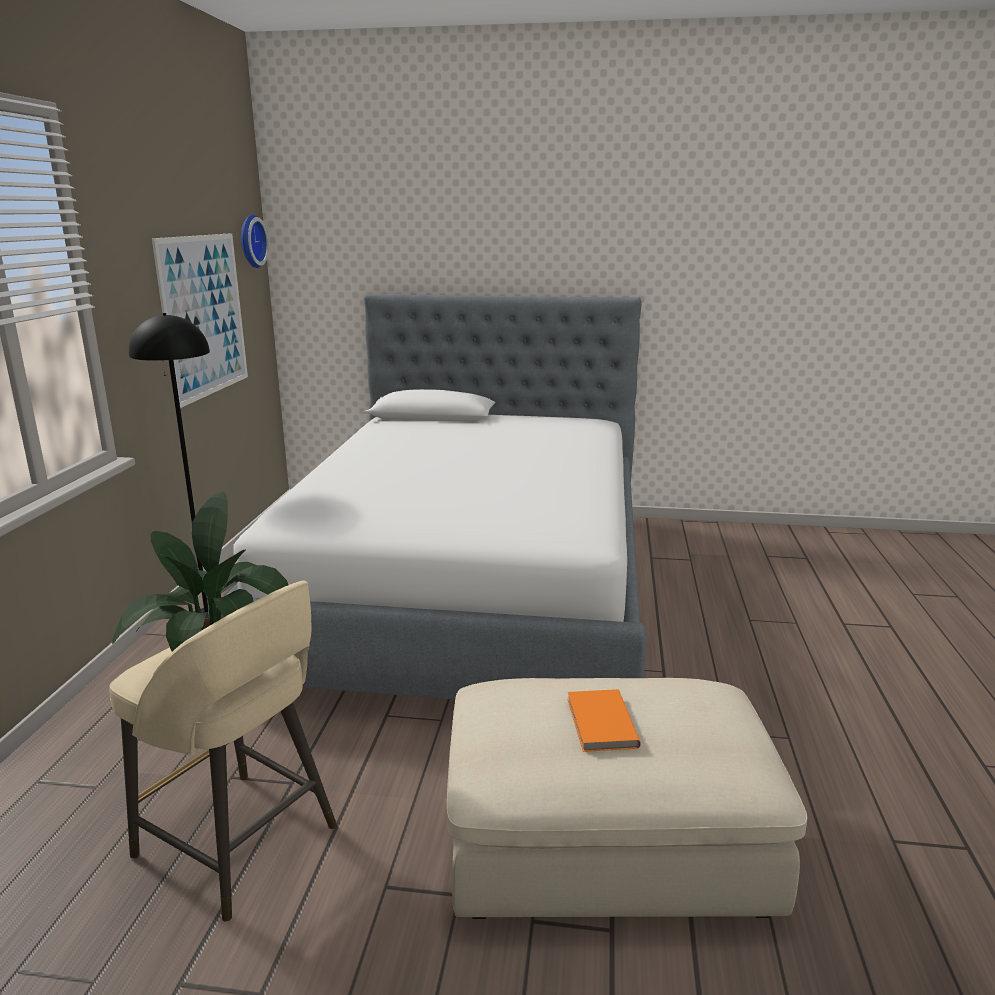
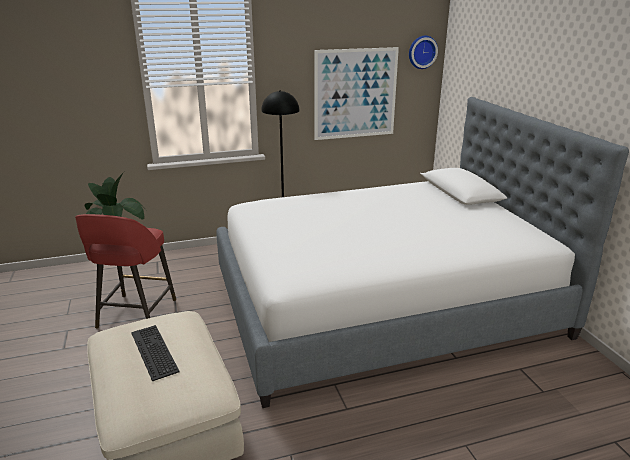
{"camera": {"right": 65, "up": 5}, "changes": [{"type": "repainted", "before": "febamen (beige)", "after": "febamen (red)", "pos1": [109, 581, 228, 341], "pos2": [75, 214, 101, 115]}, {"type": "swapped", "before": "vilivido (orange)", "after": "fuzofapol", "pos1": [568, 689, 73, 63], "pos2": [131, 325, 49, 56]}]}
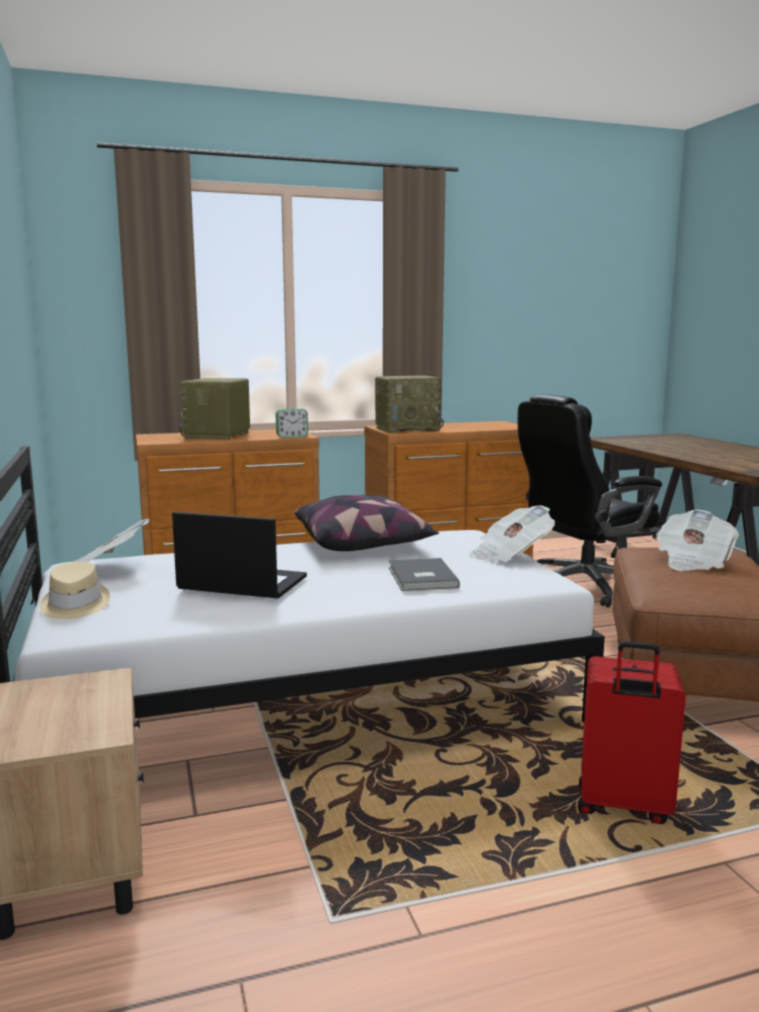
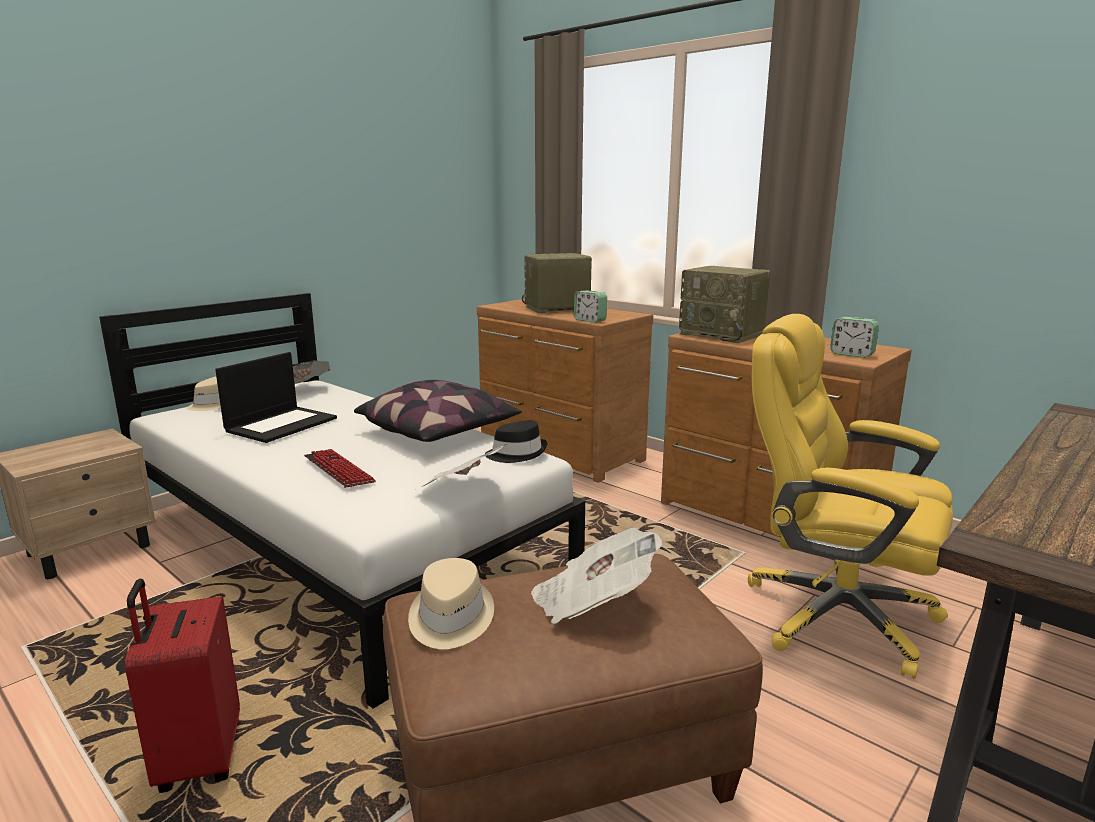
{"camera": {"right": 60, "up": 5}, "changes": [{"type": "rotated", "before": "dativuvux", "pos1": [172, 512, 135, 87], "pos2": [215, 352, 122, 91], "turn": 45}, {"type": "swapped", "before": "vilivido (grey)", "after": "fuzofapol", "pos1": [389, 558, 71, 33], "pos2": [305, 449, 71, 39]}, {"type": "repainted", "before": "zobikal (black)", "after": "zobikal (yellow)", "pos1": [518, 394, 144, 214], "pos2": [748, 314, 205, 365]}, {"type": "new", "after": "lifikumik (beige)", "pos2": [408, 558, 86, 91]}, {"type": "new", "after": "lifikumik (black)", "pos2": [485, 420, 63, 43]}, {"type": "new", "after": "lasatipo", "pos2": [830, 317, 49, 41]}]}
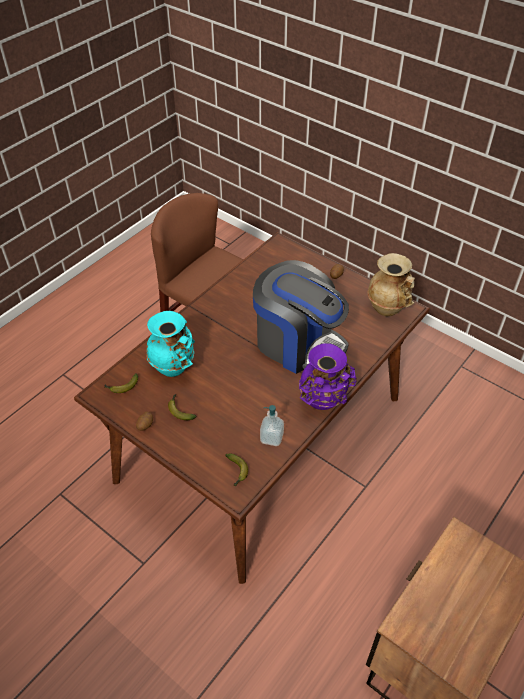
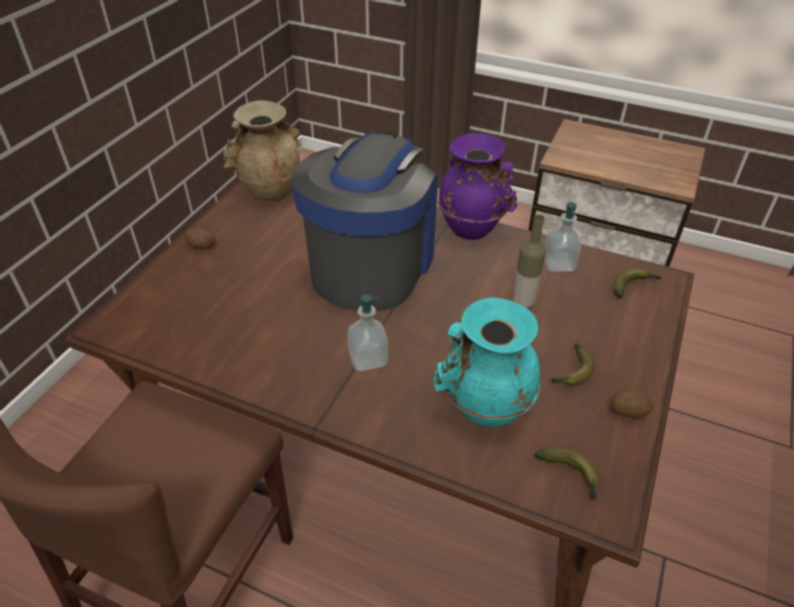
{"camera": {"right": -105, "up": -5}, "changes": [{"type": "new", "after": "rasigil", "pos2": [347, 294, 41, 77]}, {"type": "new", "after": "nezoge", "pos2": [513, 215, 33, 94]}]}
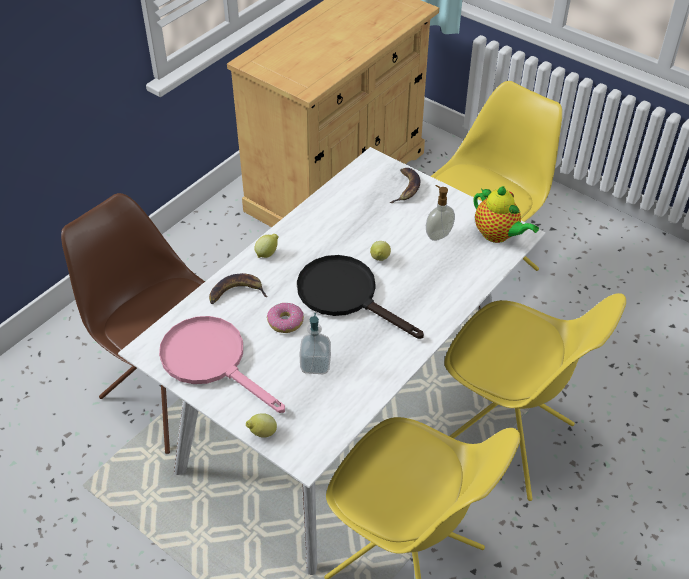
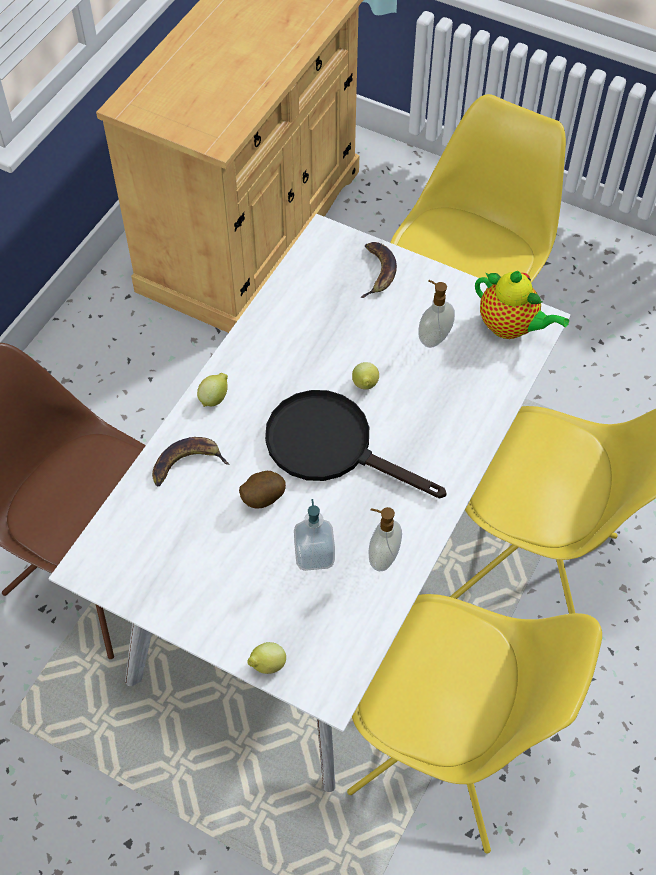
{"camera": {"right": -10, "up": 10}, "changes": [{"type": "gone", "before": "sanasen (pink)", "pos1": [159, 316, 126, 97]}, {"type": "swapped", "before": "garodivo", "after": "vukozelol", "pos1": [267, 303, 37, 30], "pos2": [239, 471, 47, 37]}, {"type": "new", "after": "rasigil", "pos2": [369, 507, 33, 64]}]}
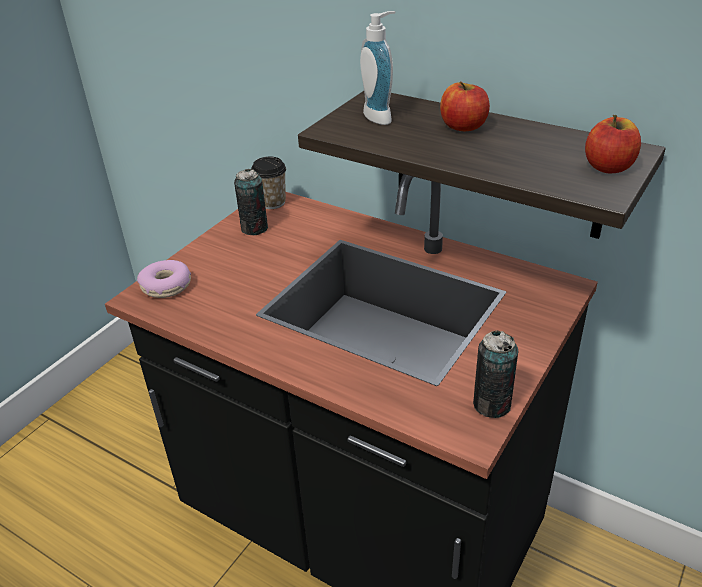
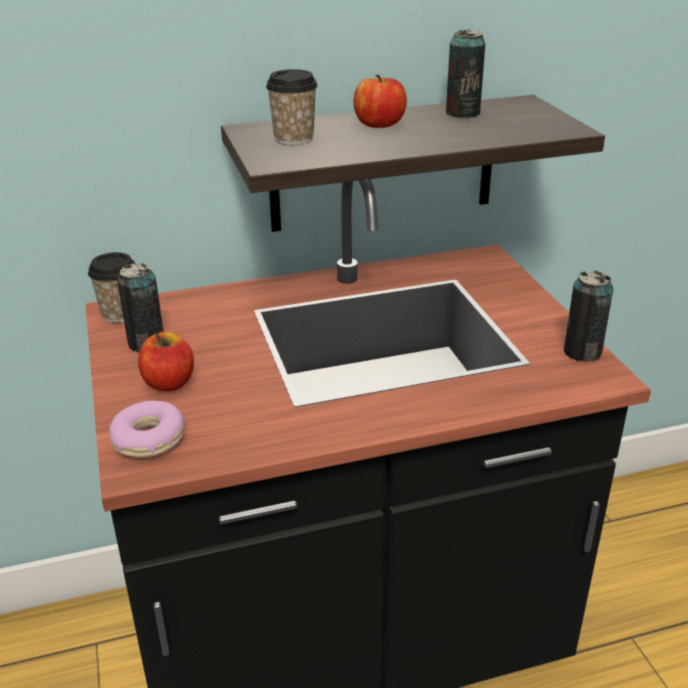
{"camera": {"right": -50, "up": -5}, "changes": [{"type": "swapped", "before": "rasigil", "after": "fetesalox", "pos1": [360, 11, 35, 114], "pos2": [266, 69, 52, 76]}, {"type": "shifted", "before": "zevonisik", "pos1": [585, 115, 56, 58], "pos2": [138, 332, 56, 59]}, {"type": "new", "after": "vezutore", "pos2": [446, 30, 39, 88]}]}
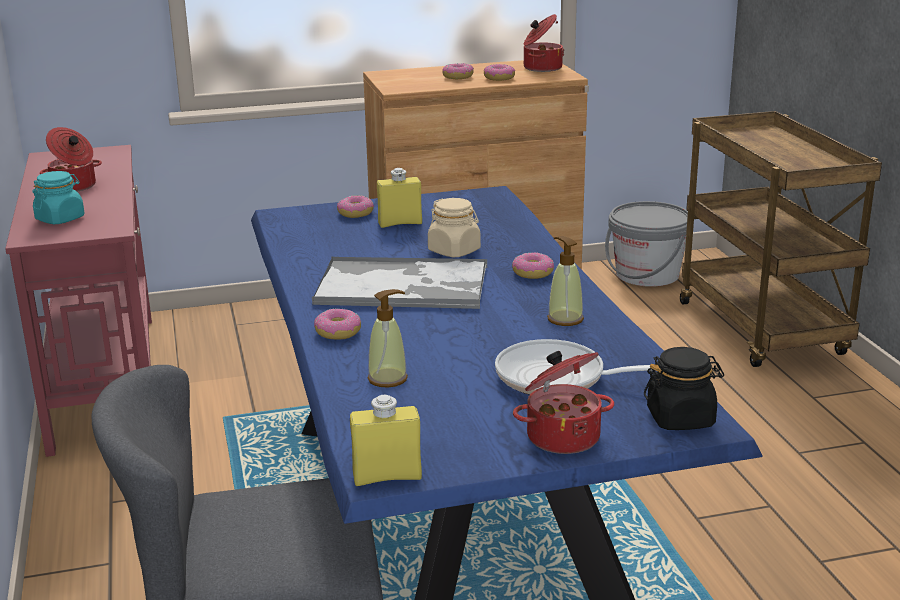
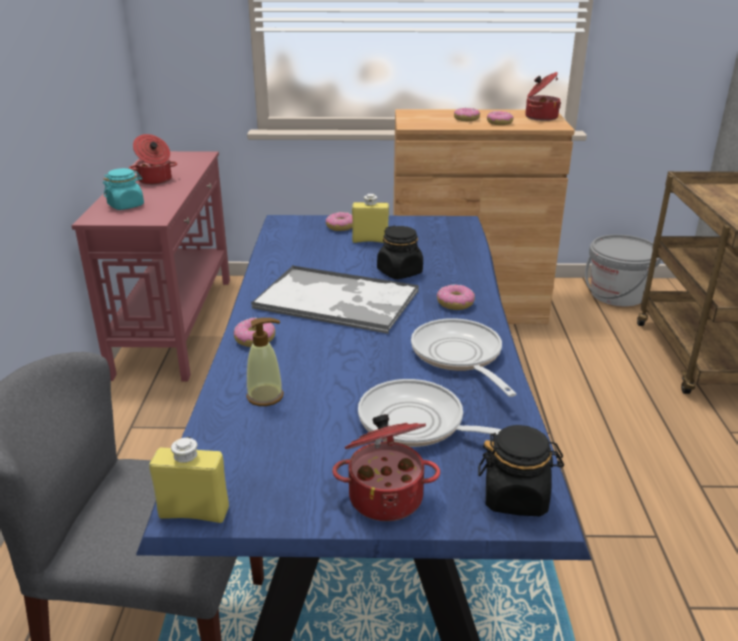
{"camera": {"right": 15, "up": 5}, "changes": [{"type": "repainted", "before": "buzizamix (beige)", "after": "buzizamix (black)", "pos1": [428, 198, 53, 59], "pos2": [377, 226, 46, 53]}, {"type": "swapped", "before": "rasigil", "after": "sanasen", "pos1": [547, 236, 37, 90], "pos2": [411, 318, 105, 79]}]}
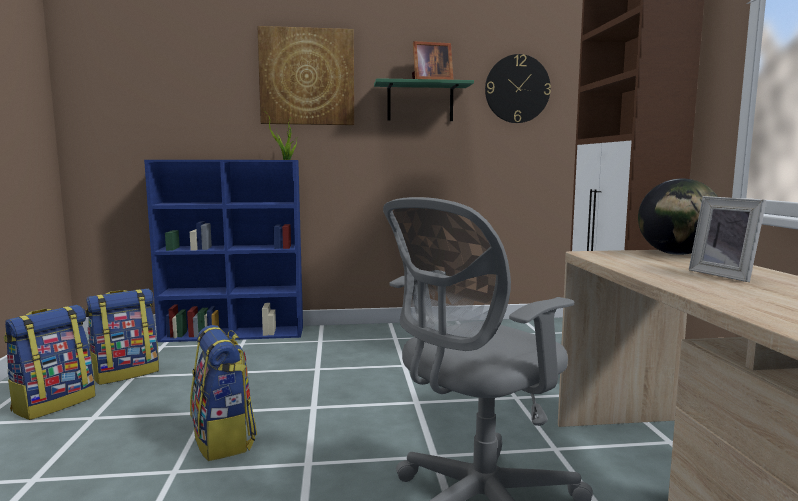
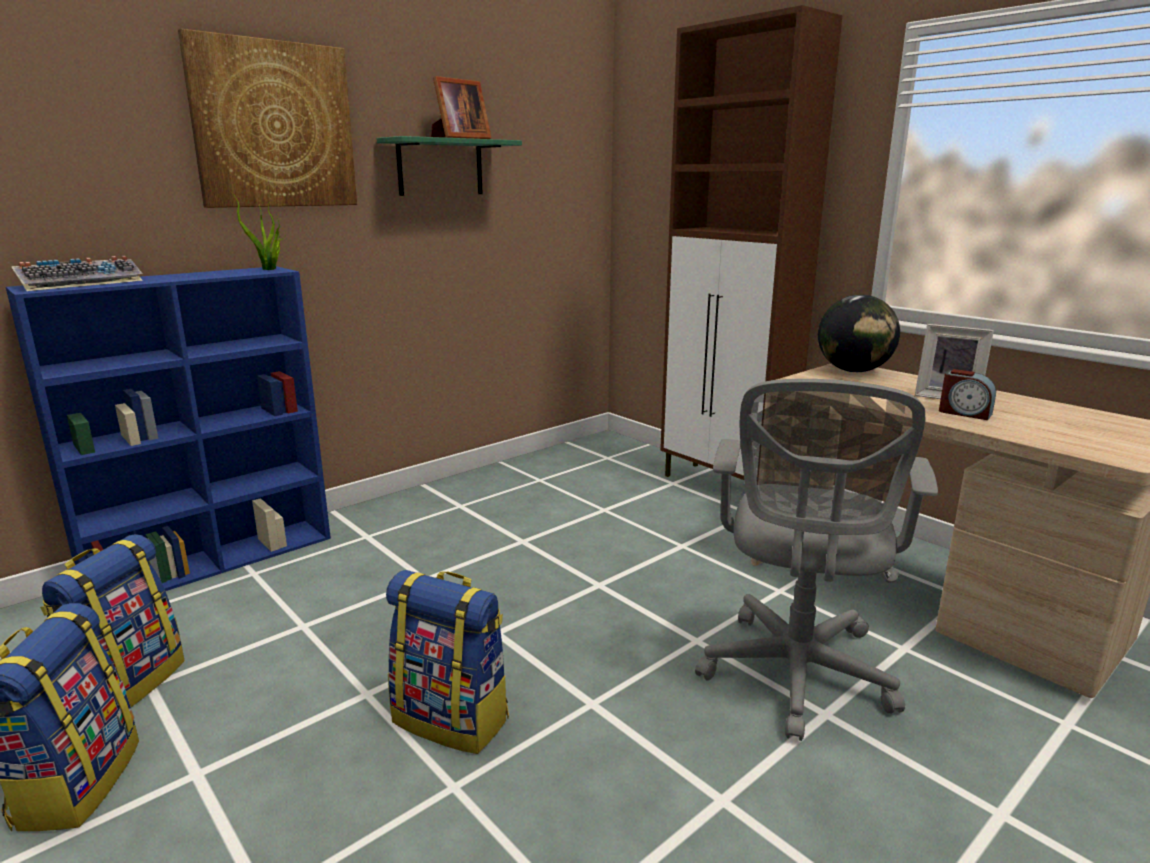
{"camera": {"right": -35, "up": 10}, "changes": [{"type": "gone", "before": "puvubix", "pos1": [485, 54, 66, 69]}, {"type": "new", "after": "fuzofapol", "pos2": [11, 256, 132, 35]}, {"type": "new", "after": "lasatipo", "pos2": [939, 369, 57, 51]}]}
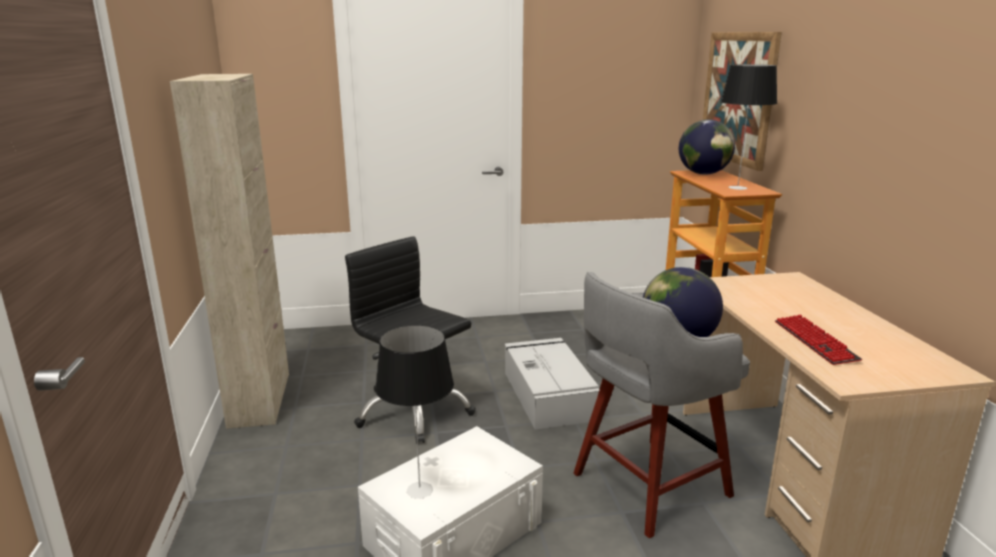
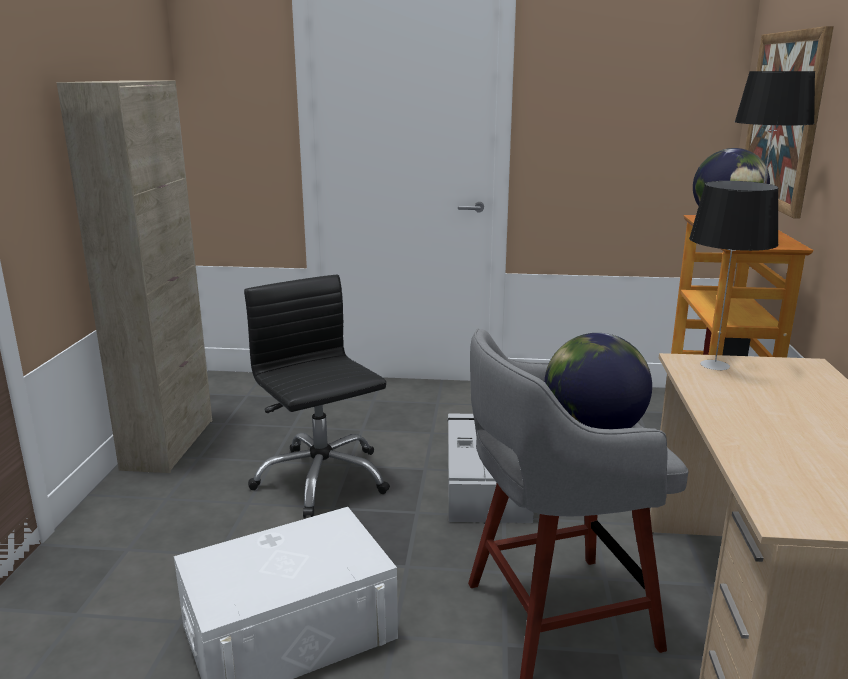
{"camera": {"right": 15, "up": 0}, "changes": [{"type": "shifted", "before": "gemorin", "pos1": [375, 325, 79, 174], "pos2": [689, 181, 90, 190]}, {"type": "gone", "before": "fuzofapol", "pos1": [775, 314, 87, 51]}]}
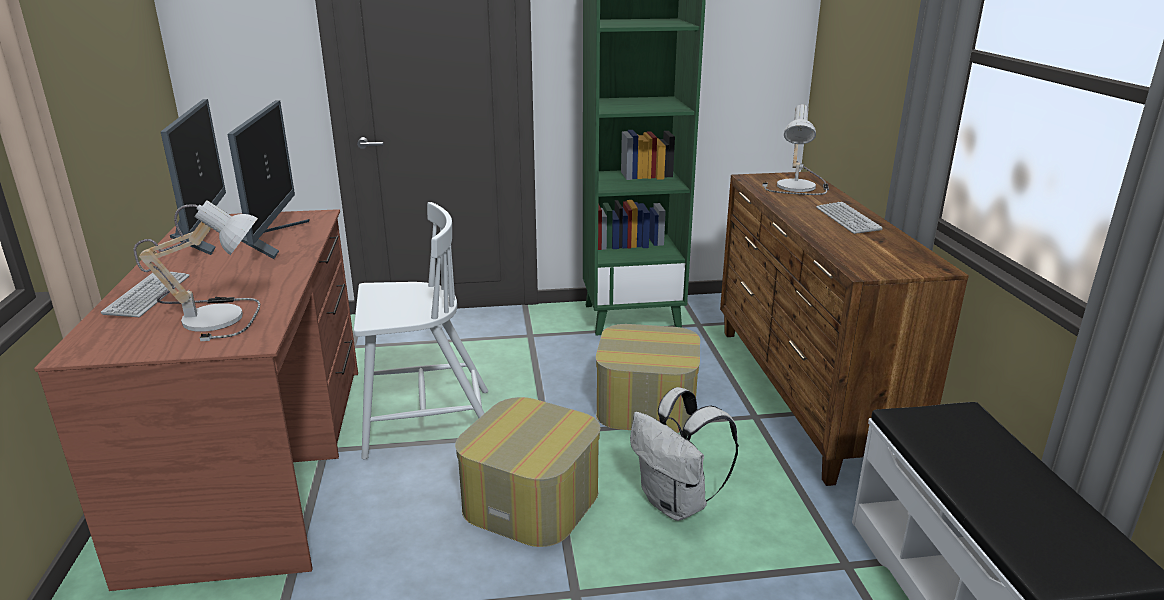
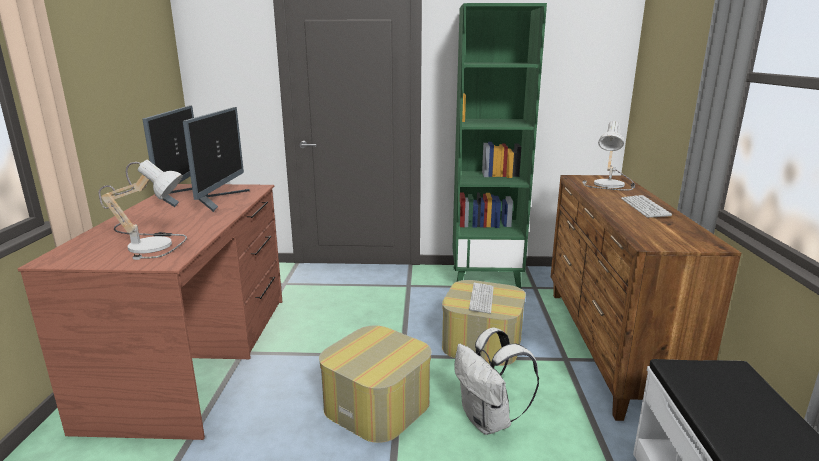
{"camera": {"right": 10, "up": -5}, "changes": [{"type": "shifted", "before": "fuzofapol", "pos1": [101, 272, 89, 45], "pos2": [469, 283, 25, 31]}, {"type": "gone", "before": "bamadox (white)", "pos1": [354, 202, 134, 257]}]}
